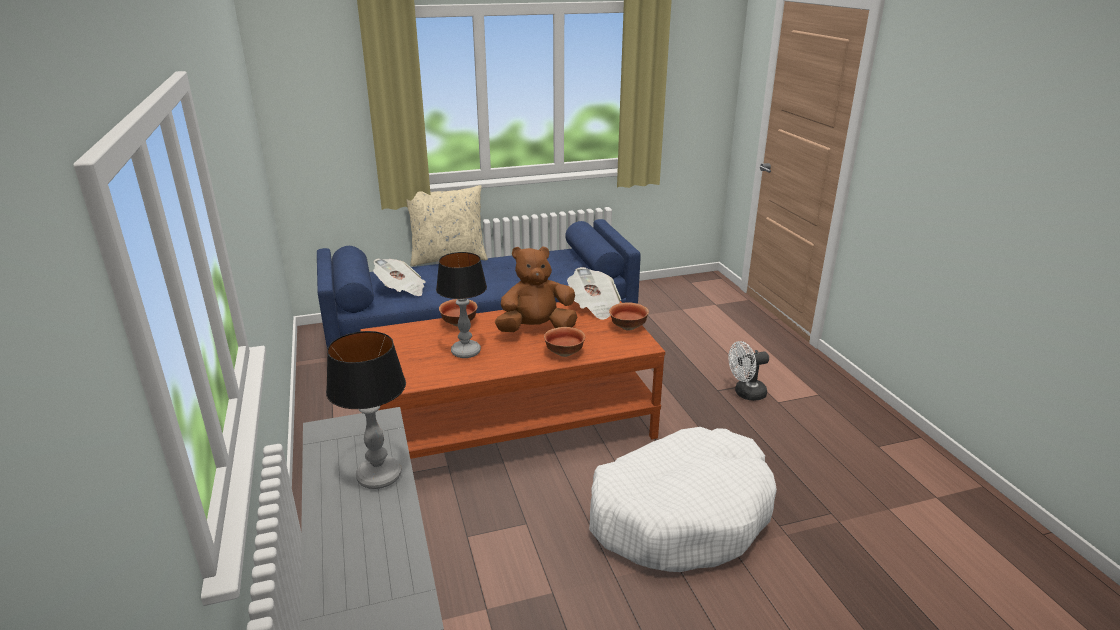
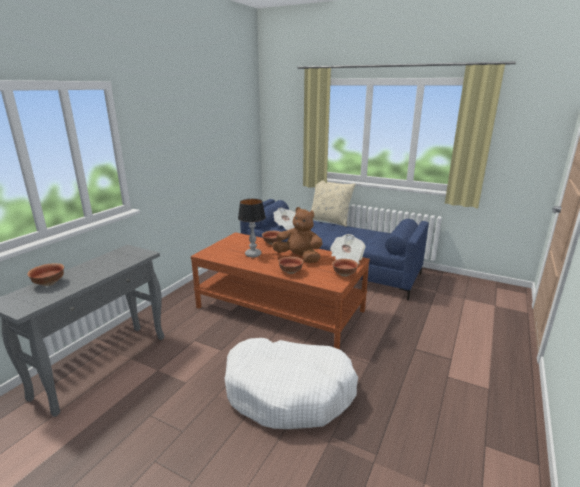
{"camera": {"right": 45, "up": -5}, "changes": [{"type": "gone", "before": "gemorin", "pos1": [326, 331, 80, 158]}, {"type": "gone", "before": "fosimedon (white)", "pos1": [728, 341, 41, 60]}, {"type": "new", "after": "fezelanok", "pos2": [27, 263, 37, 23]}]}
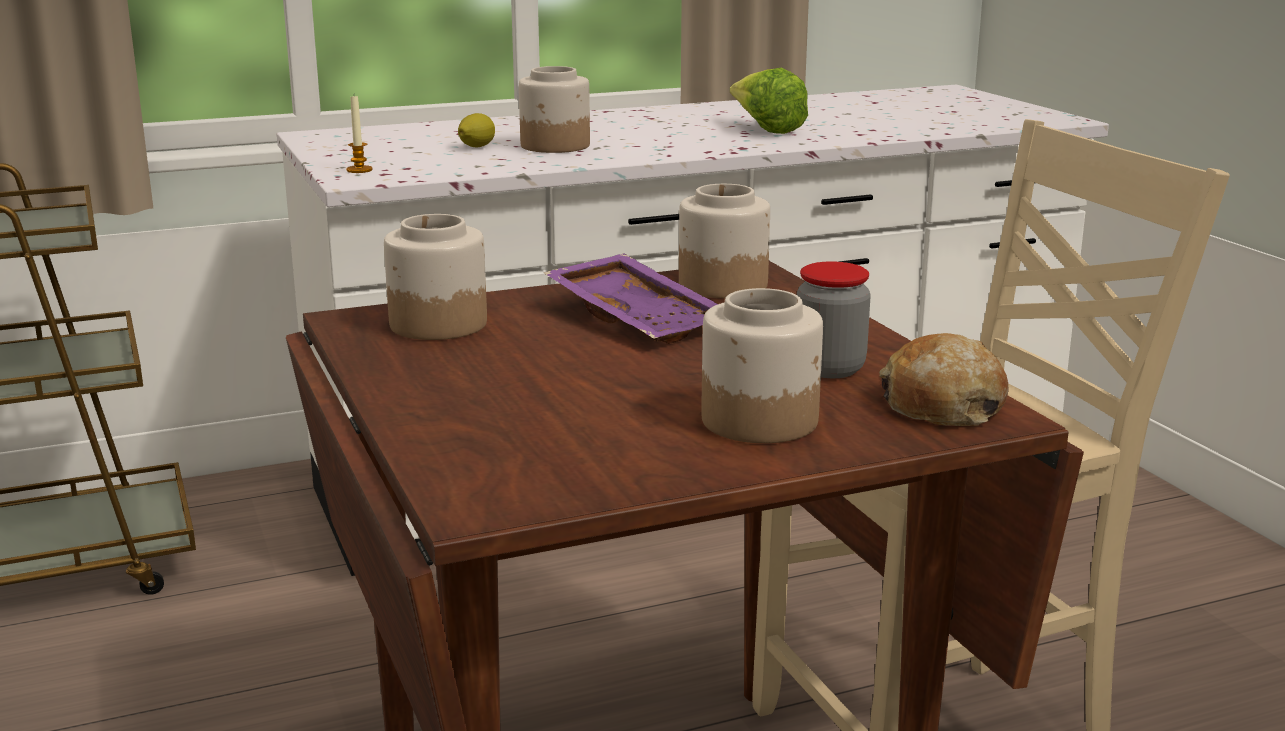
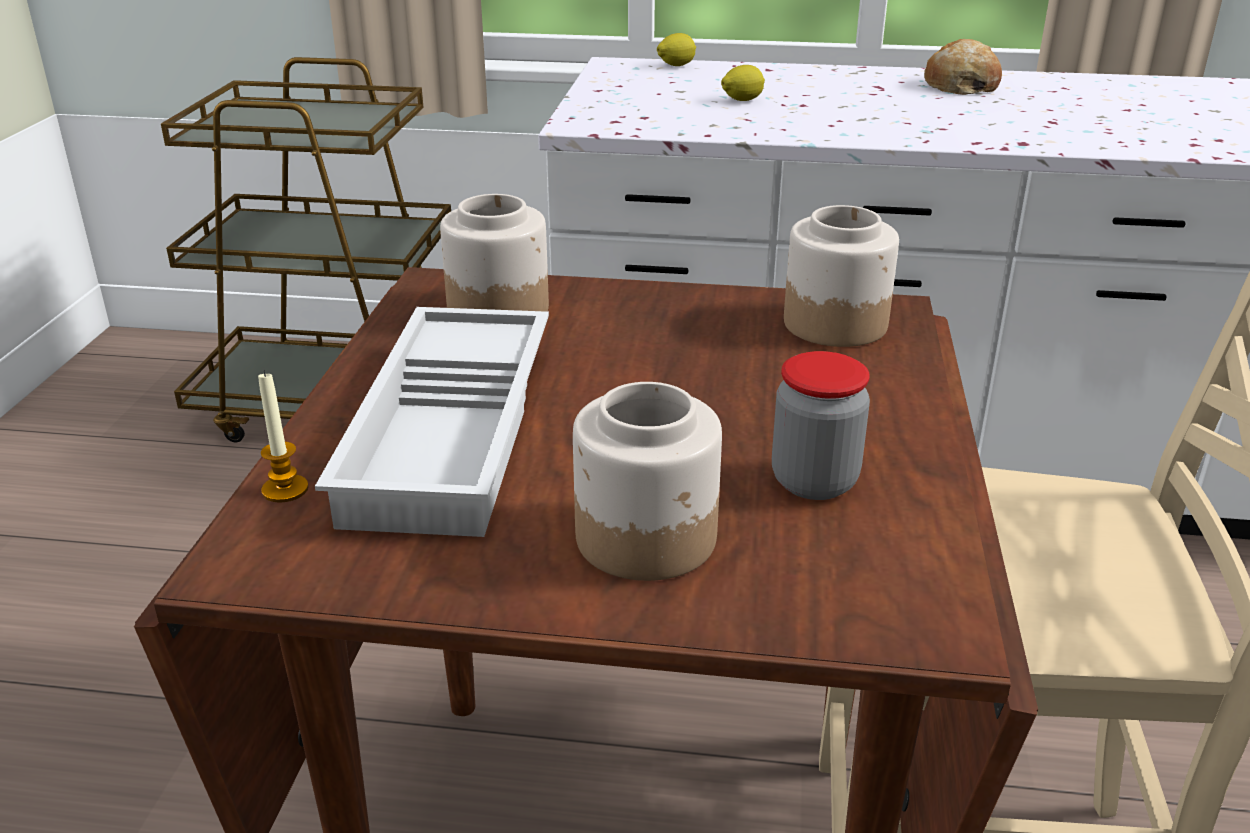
{"camera": {"right": 30, "up": 10}, "changes": [{"type": "shifted", "before": "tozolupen", "pos1": [346, 96, 27, 77], "pos2": [258, 371, 51, 132]}, {"type": "gone", "before": "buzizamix", "pos1": [519, 66, 71, 87]}, {"type": "gone", "before": "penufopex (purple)", "pos1": [544, 254, 174, 90]}, {"type": "gone", "before": "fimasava", "pos1": [730, 67, 78, 67]}, {"type": "shifted", "before": "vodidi", "pos1": [879, 333, 130, 93], "pos2": [924, 39, 78, 56]}, {"type": "new", "after": "penufopex (white)", "pos2": [315, 307, 234, 230]}, {"type": "new", "after": "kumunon", "pos2": [657, 33, 39, 33]}]}
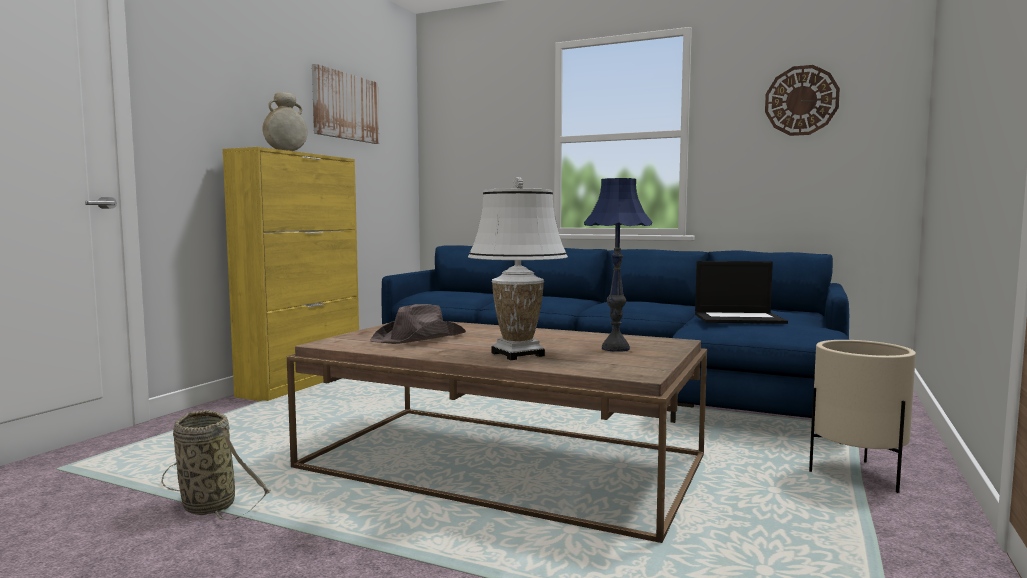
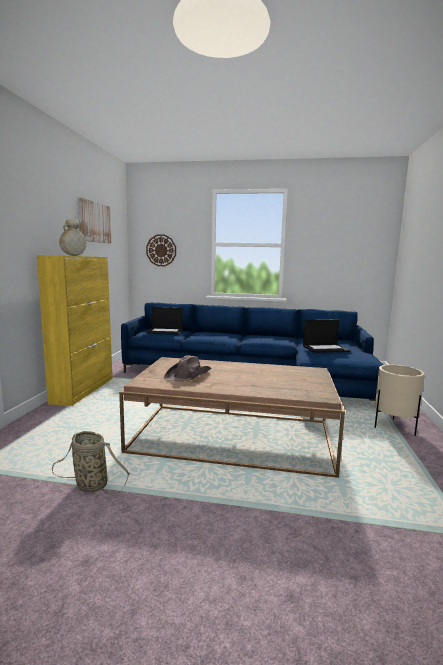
{"camera": {"right": -15, "up": 5}, "changes": [{"type": "gone", "before": "gemorin (white)", "pos1": [468, 177, 100, 183]}, {"type": "gone", "before": "gemorin (blue)", "pos1": [584, 178, 68, 174]}, {"type": "shifted", "before": "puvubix", "pos1": [765, 65, 75, 71], "pos2": [146, 234, 30, 32]}, {"type": "new", "after": "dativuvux", "pos2": [147, 307, 36, 27]}]}
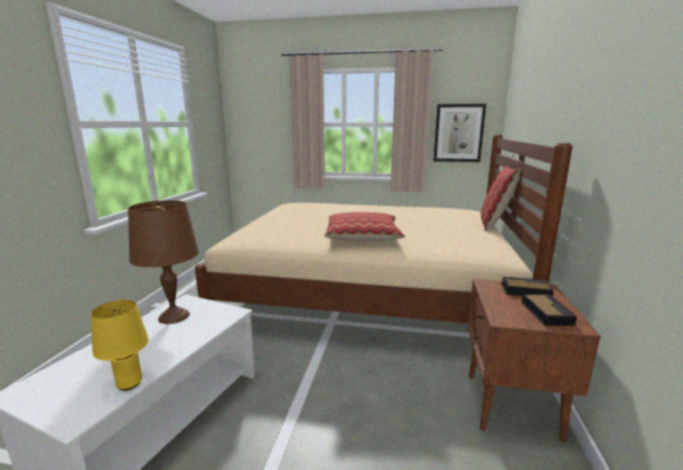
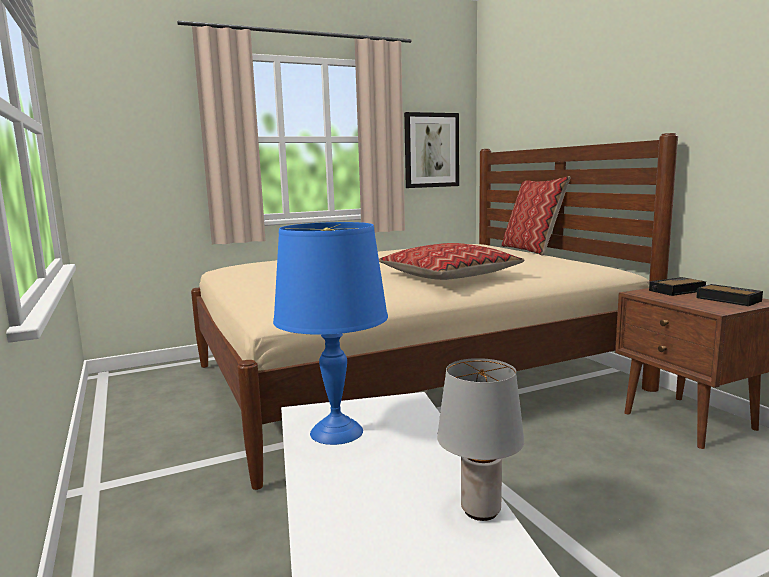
{"camera": {"right": -35, "up": -5}, "changes": [{"type": "repainted", "before": "gemorin (yellow)", "after": "gemorin (grey)", "pos1": [91, 300, 58, 91], "pos2": [437, 358, 87, 163]}, {"type": "repainted", "before": "gemorin (brown)", "after": "gemorin (blue)", "pos1": [128, 200, 71, 124], "pos2": [273, 222, 115, 223]}]}
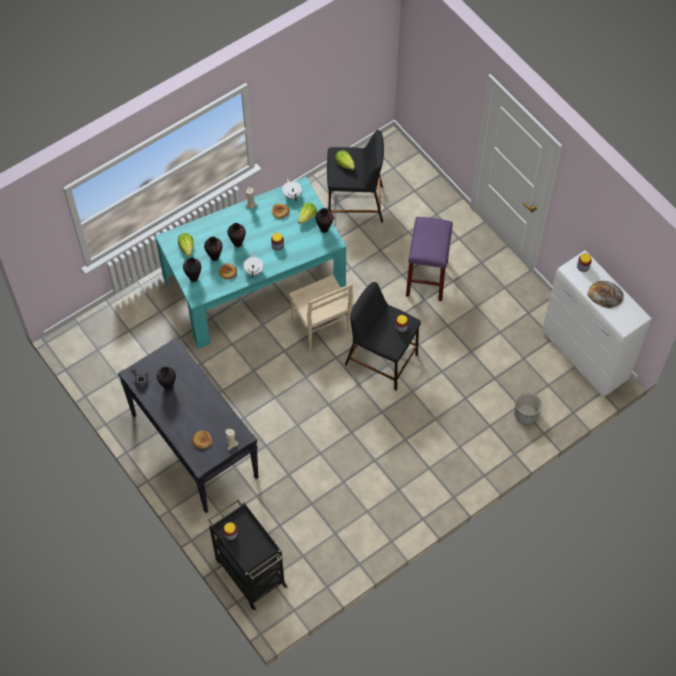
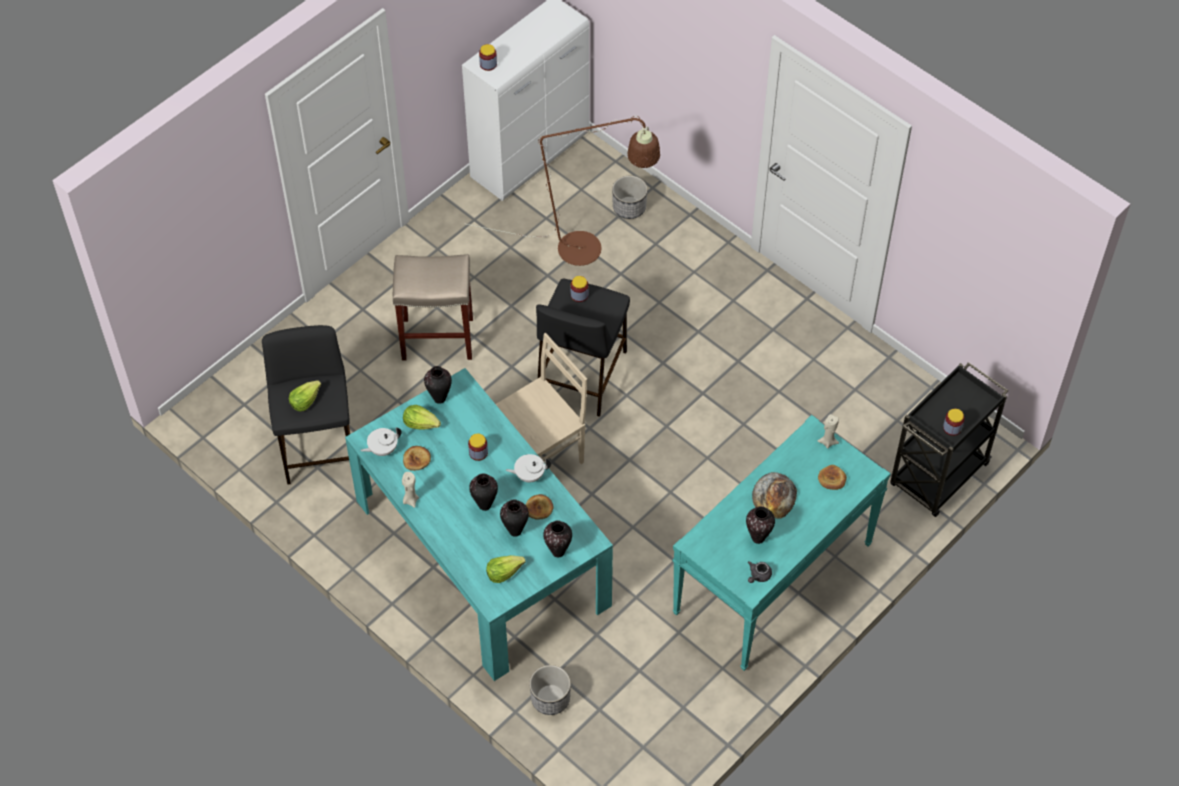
{"camera": {"right": -100, "up": -5}, "changes": [{"type": "repainted", "before": "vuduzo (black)", "after": "vuduzo (turquoise)", "pos1": [118, 337, 141, 176], "pos2": [672, 415, 219, 256]}, {"type": "repainted", "before": "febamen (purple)", "after": "febamen (beige)", "pos1": [406, 217, 47, 84], "pos2": [393, 254, 80, 106]}, {"type": "shifted", "before": "vodidi", "pos1": [587, 281, 37, 27], "pos2": [752, 472, 45, 47]}, {"type": "new", "after": "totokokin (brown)", "pos2": [464, 116, 196, 150]}, {"type": "new", "after": "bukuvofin", "pos2": [529, 665, 42, 50]}]}
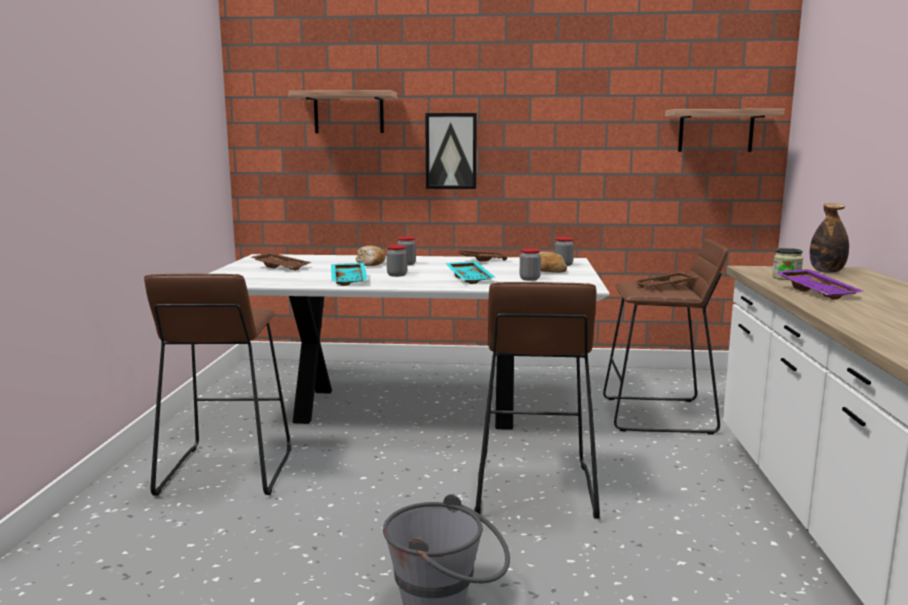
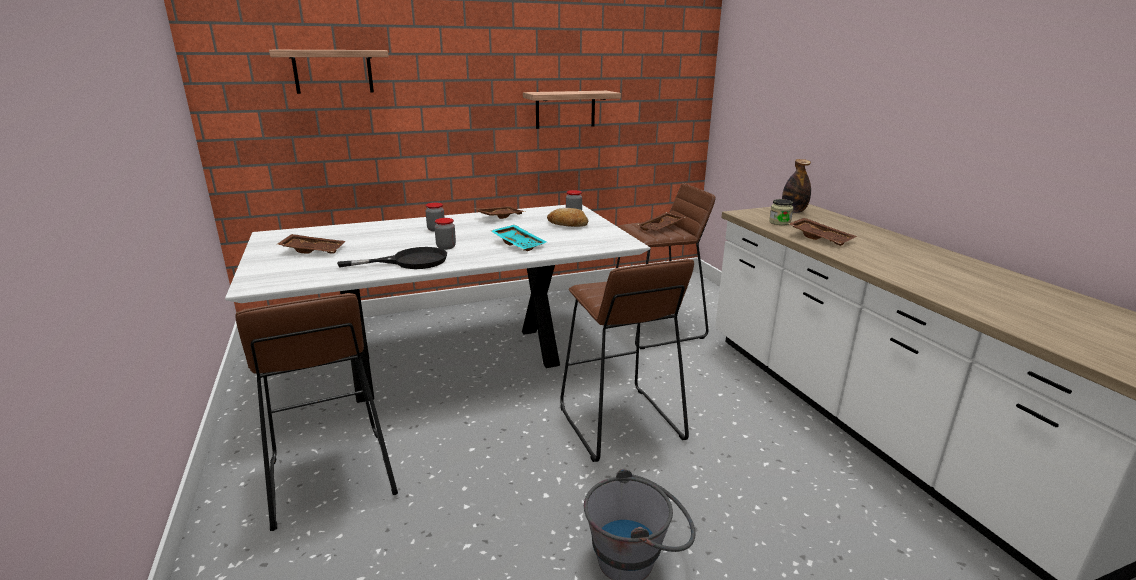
{"camera": {"right": -25, "up": 10}, "changes": [{"type": "swapped", "before": "penufopex (turquoise)", "after": "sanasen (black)", "pos1": [331, 263, 37, 23], "pos2": [337, 247, 110, 22]}, {"type": "gone", "before": "vodidi", "pos1": [355, 245, 31, 21]}, {"type": "gone", "before": "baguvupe", "pos1": [425, 113, 52, 76]}, {"type": "gone", "before": "buzizamix", "pos1": [520, 248, 21, 33]}, {"type": "shifted", "before": "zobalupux", "pos1": [665, 109, 120, 43], "pos2": [523, 91, 98, 38]}, {"type": "repainted", "before": "penufopex (purple)", "after": "penufopex (brown)", "pos1": [776, 269, 87, 31], "pos2": [788, 218, 69, 28]}]}
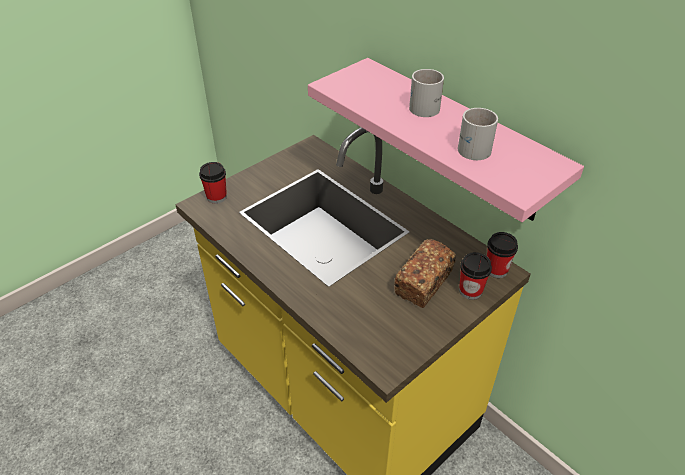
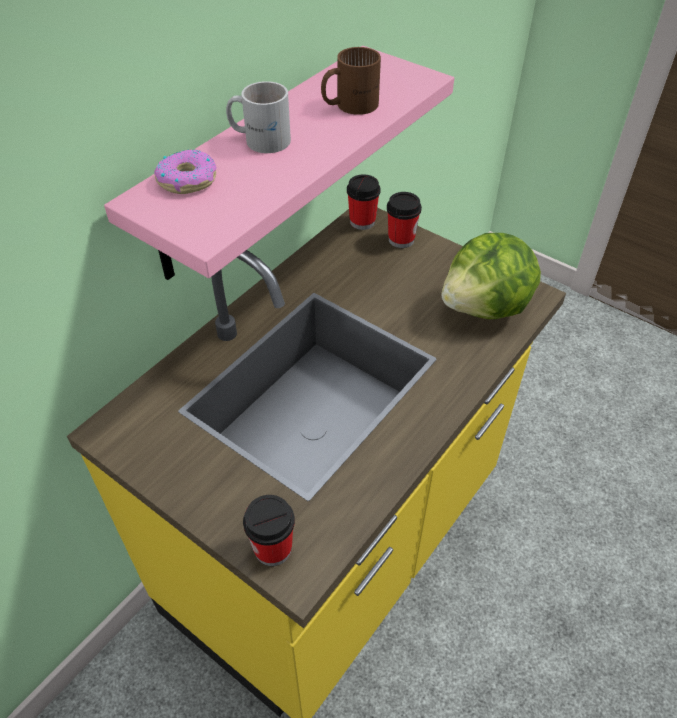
{"camera": {"right": -100, "up": 5}, "changes": [{"type": "gone", "before": "vodidi", "pos1": [394, 239, 62, 69]}, {"type": "repainted", "before": "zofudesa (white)", "after": "zofudesa (brown)", "pos1": [458, 108, 40, 52], "pos2": [321, 47, 60, 68]}, {"type": "new", "after": "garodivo", "pos2": [154, 149, 63, 45]}, {"type": "new", "after": "fimasava", "pos2": [441, 233, 100, 86]}]}
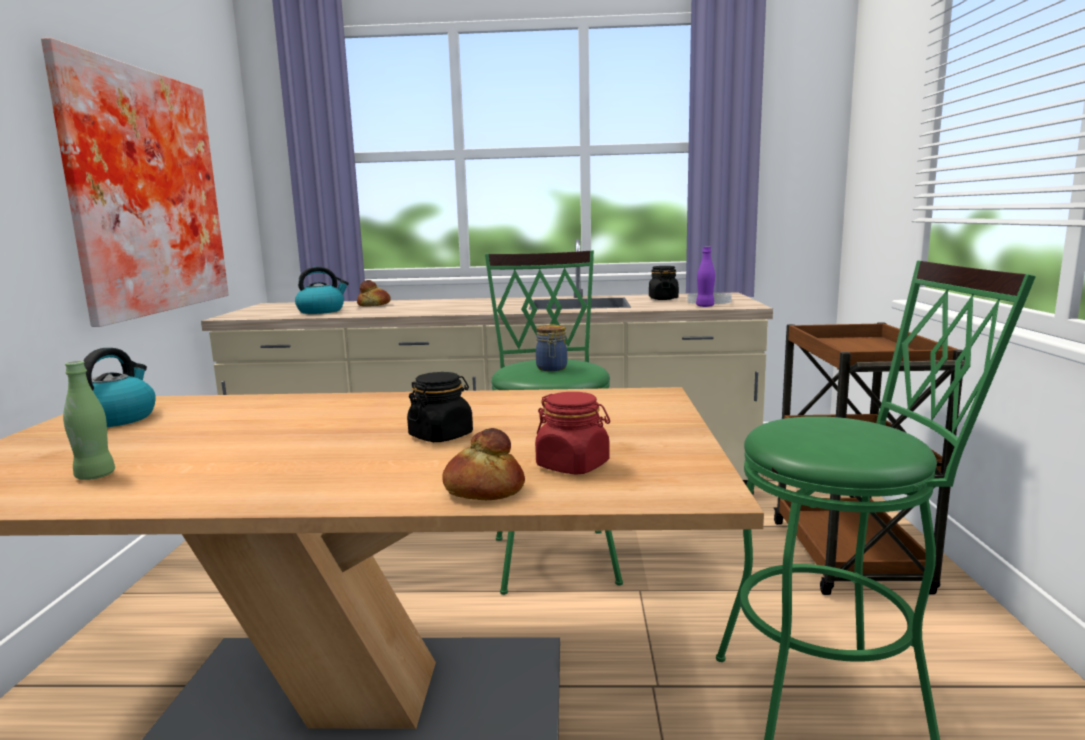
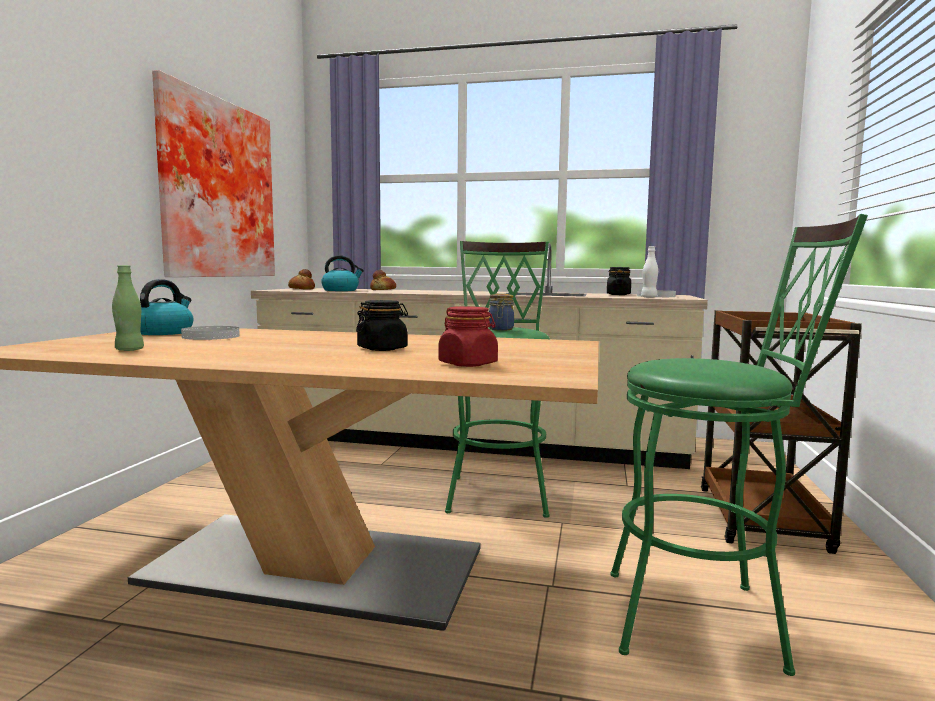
{"camera": {"right": 10, "up": -5}, "changes": [{"type": "shifted", "before": "vodidi", "pos1": [442, 428, 83, 72], "pos2": [288, 269, 27, 20]}, {"type": "repainted", "before": "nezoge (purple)", "after": "nezoge (white)", "pos1": [696, 247, 19, 60], "pos2": [641, 246, 17, 52]}, {"type": "new", "after": "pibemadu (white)", "pos2": [181, 326, 59, 14]}]}
